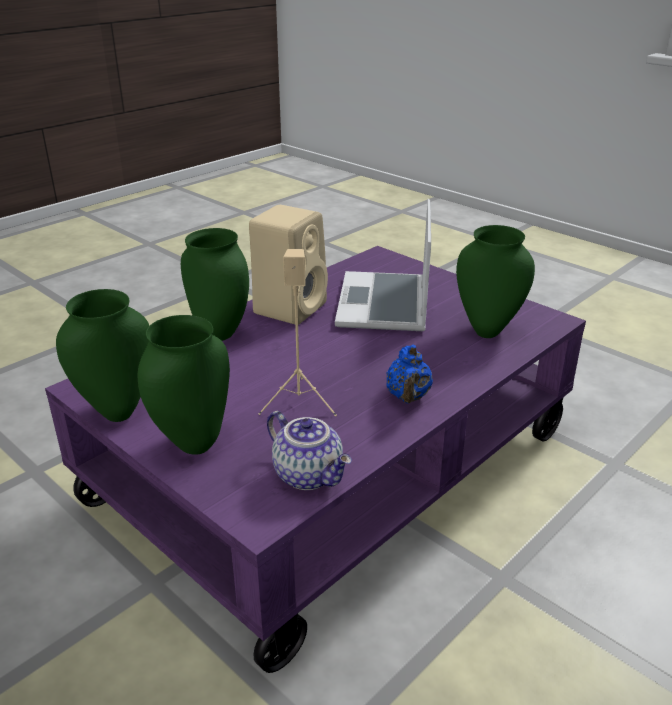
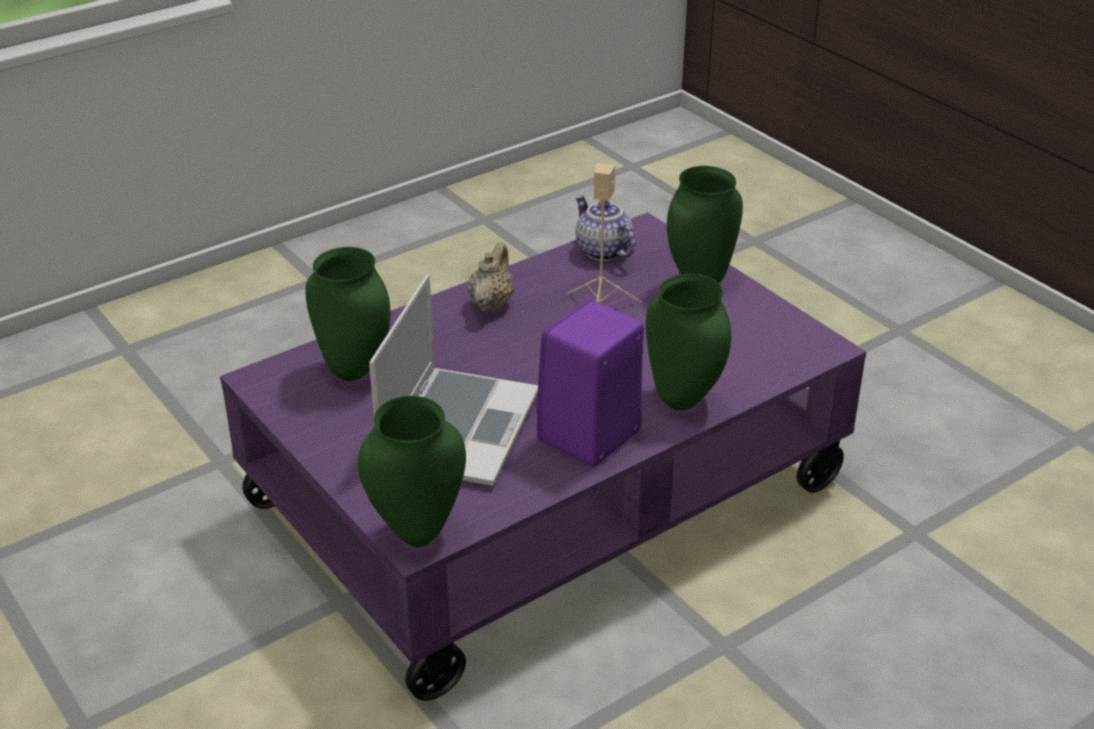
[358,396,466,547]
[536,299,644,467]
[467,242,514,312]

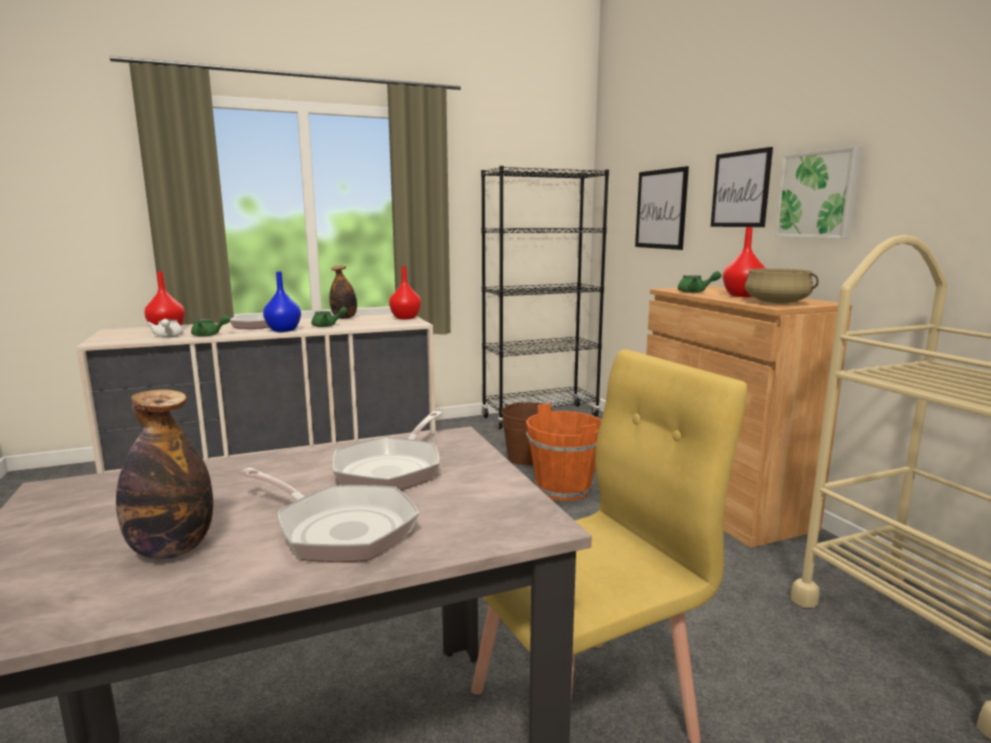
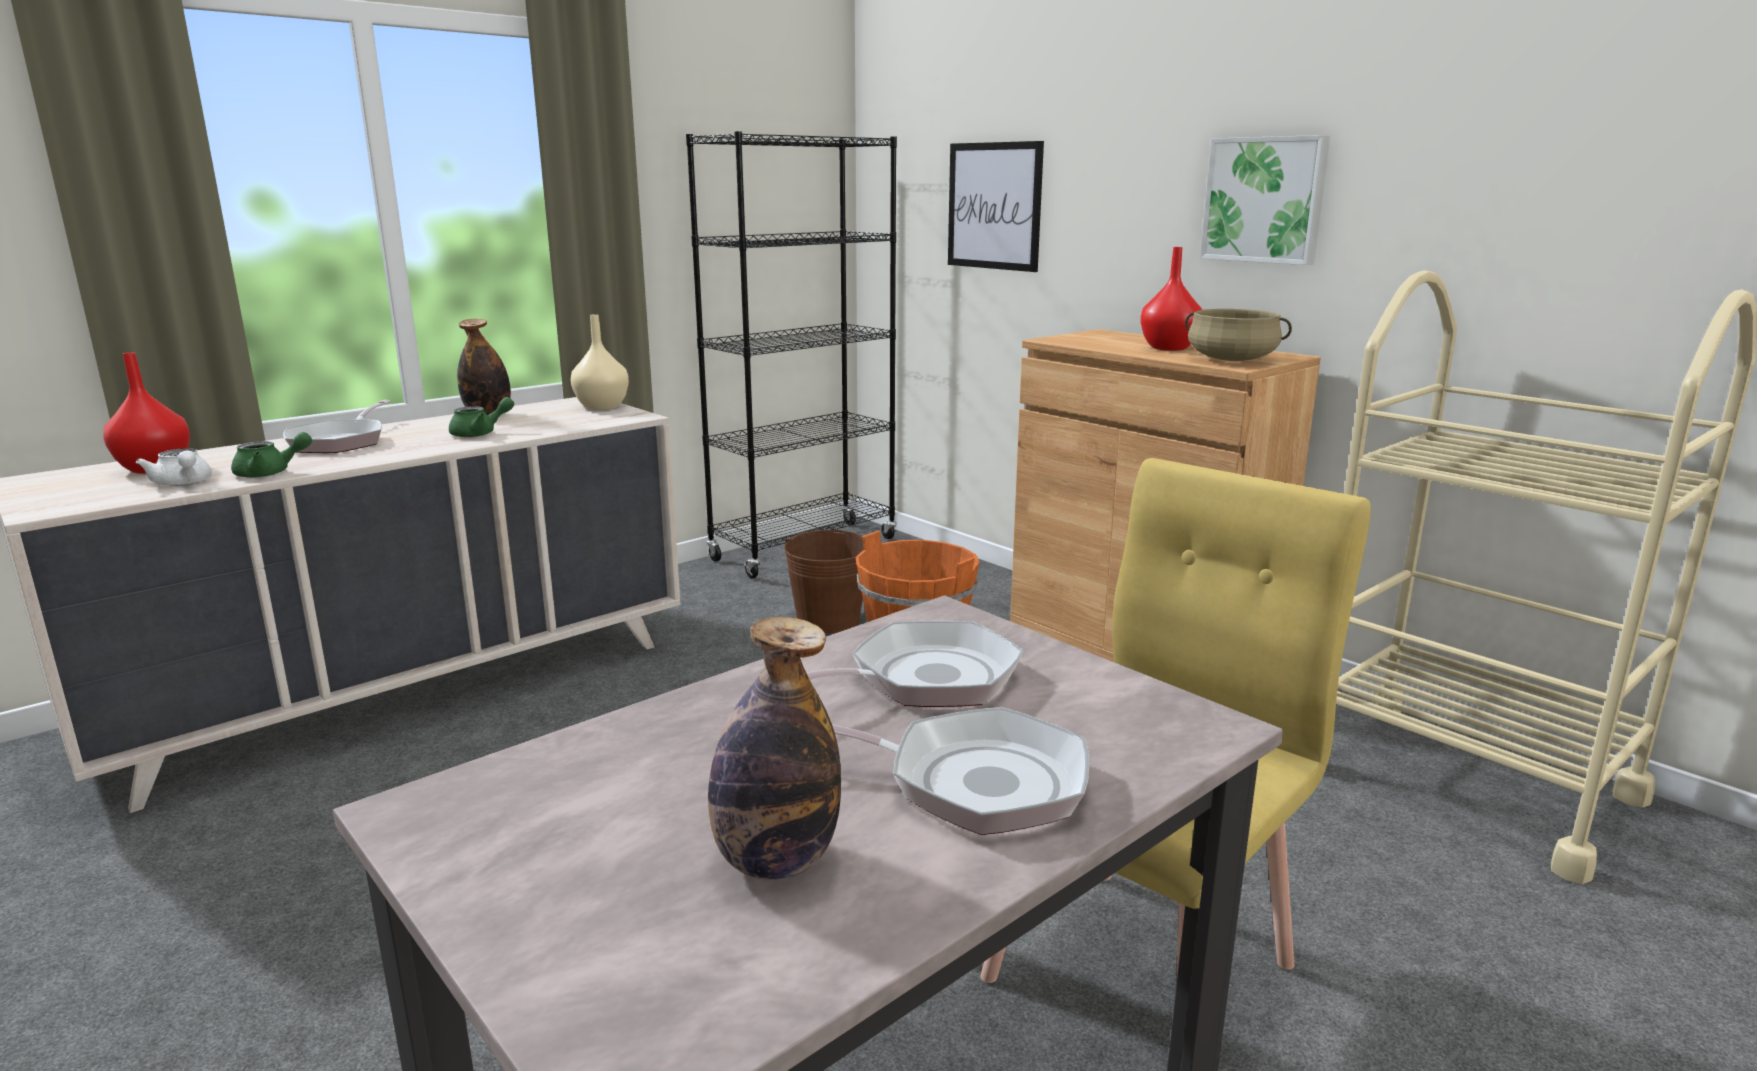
[263,272,301,332] (first image)
[678,271,721,293] (first image)
[711,147,773,227] (first image)
[571,314,629,410]
[807,621,1024,707]

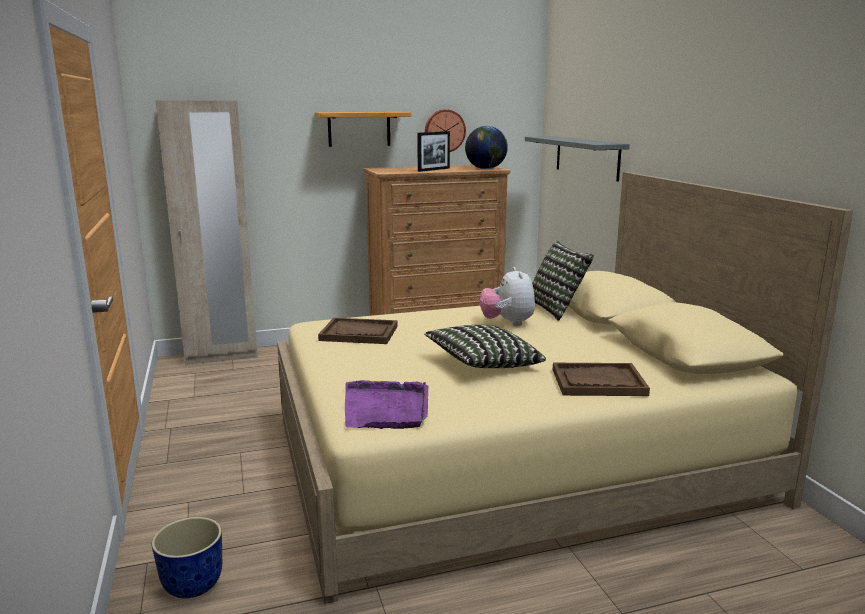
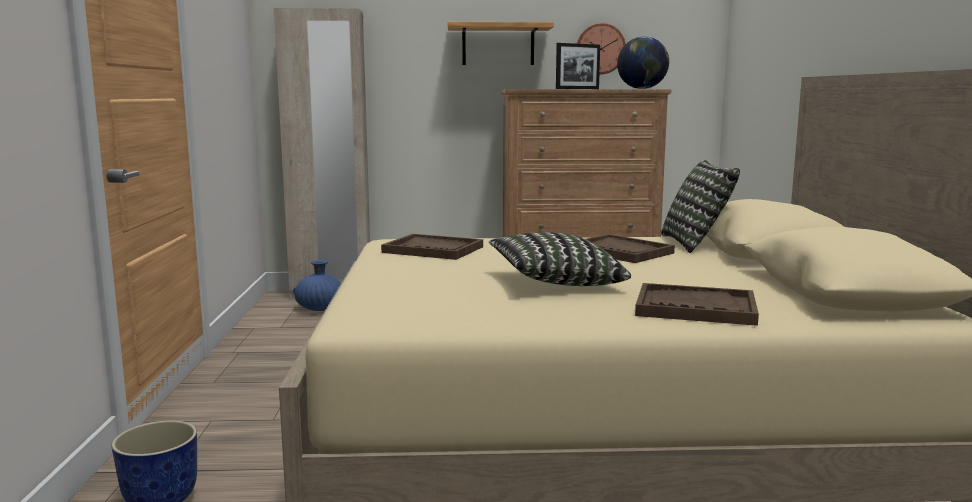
[345,380,428,429] (first image)
[525,136,630,181] (first image)
[293,260,341,311]
[586,234,675,263]

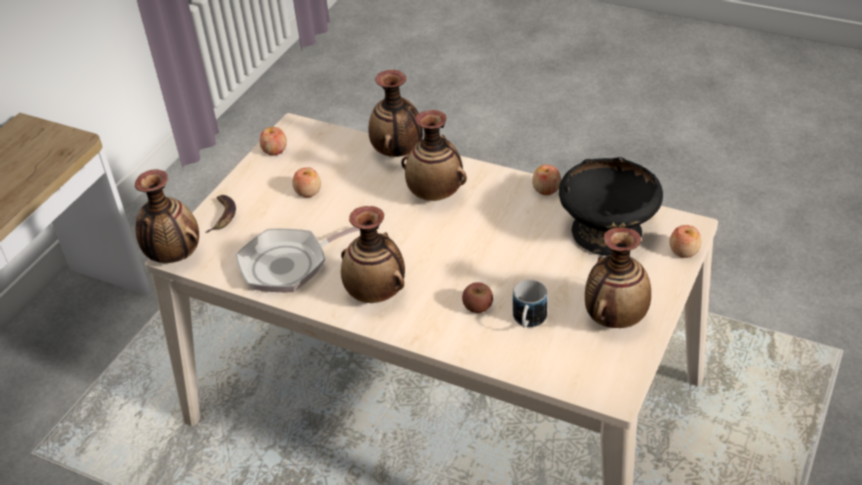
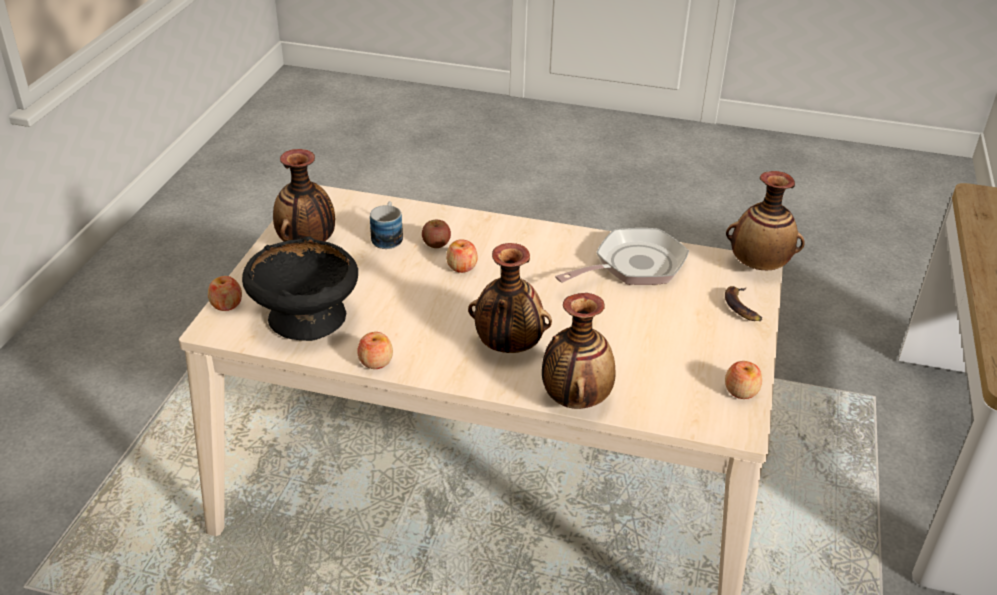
[341,206,405,303] (first image)
[446,239,478,273]

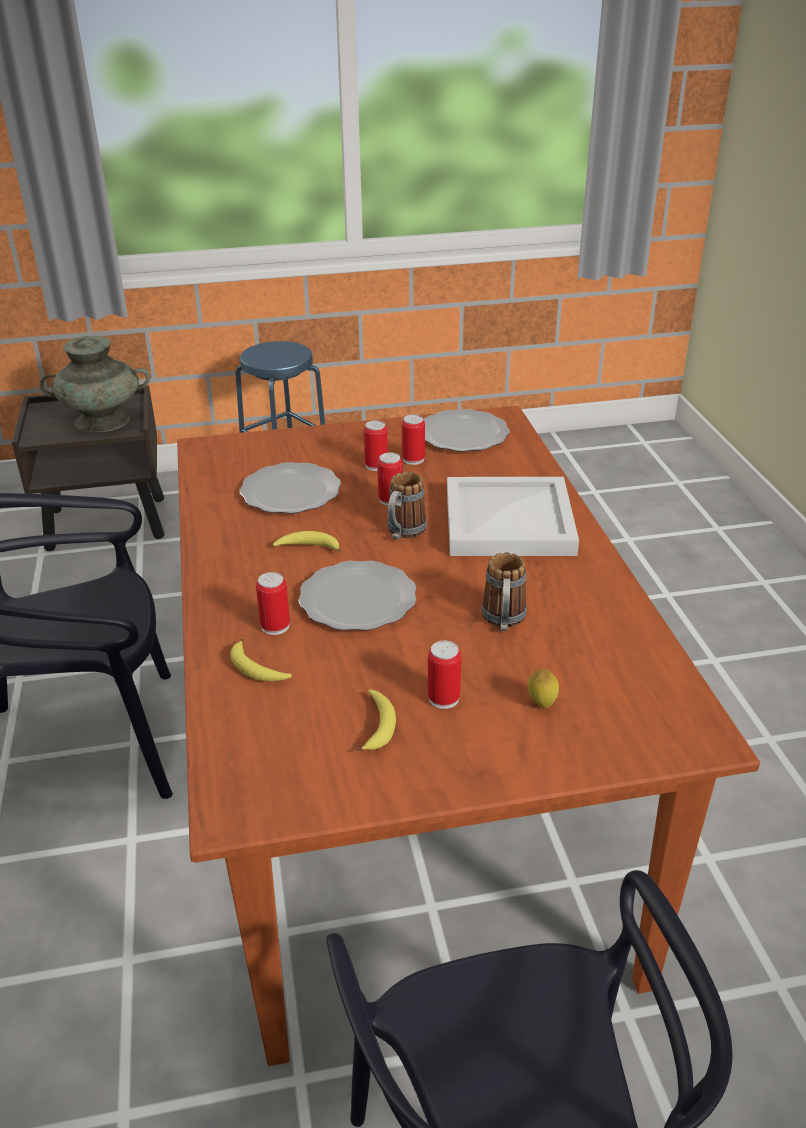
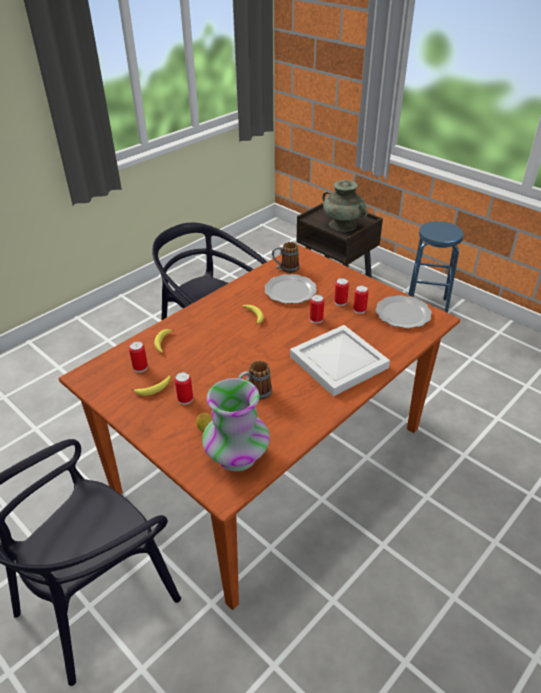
[298,561,416,631] (first image)
[202,378,270,471]
[129,341,148,373]
[272,242,299,273]

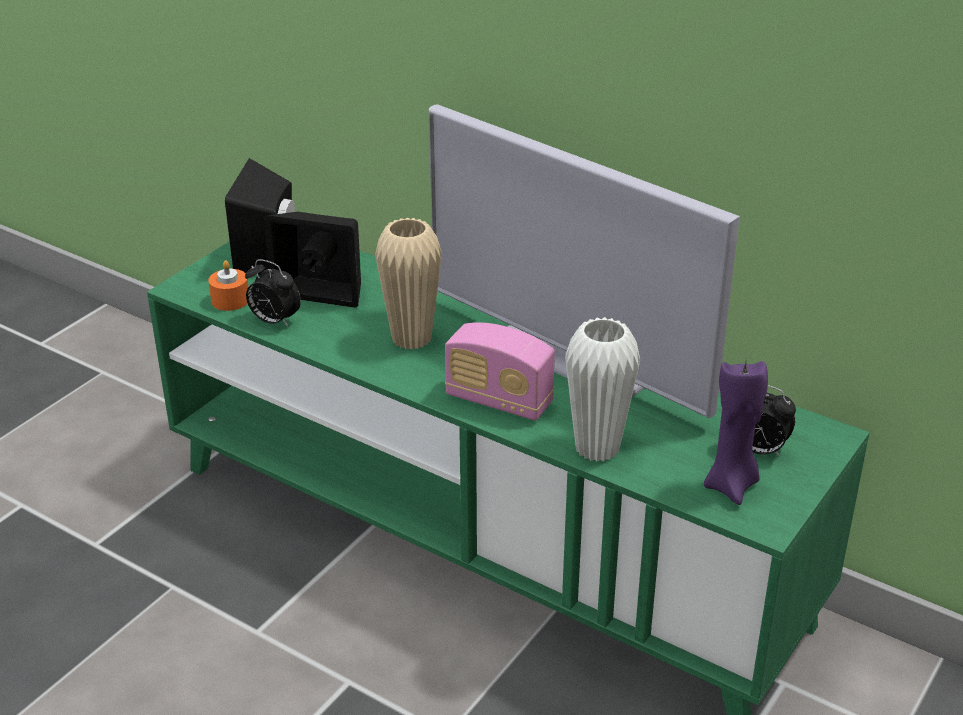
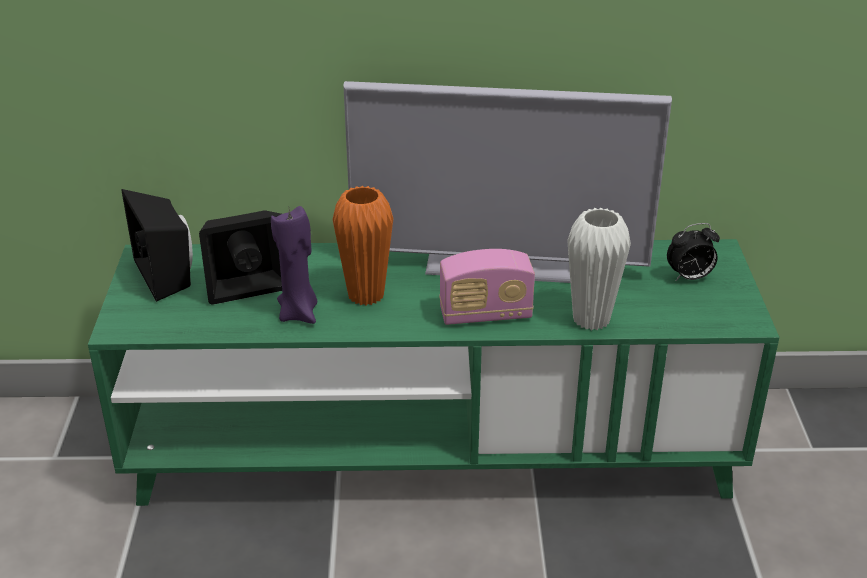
[208,260,249,311] (first image)
[245,259,301,327] (first image)
[271,206,317,324]
[332,186,394,305]

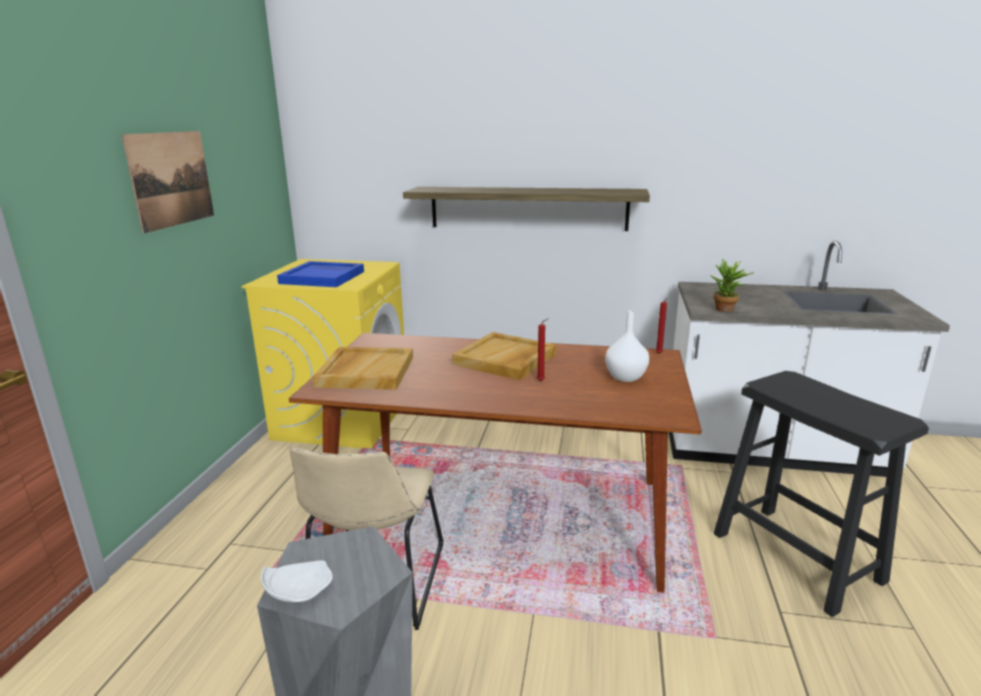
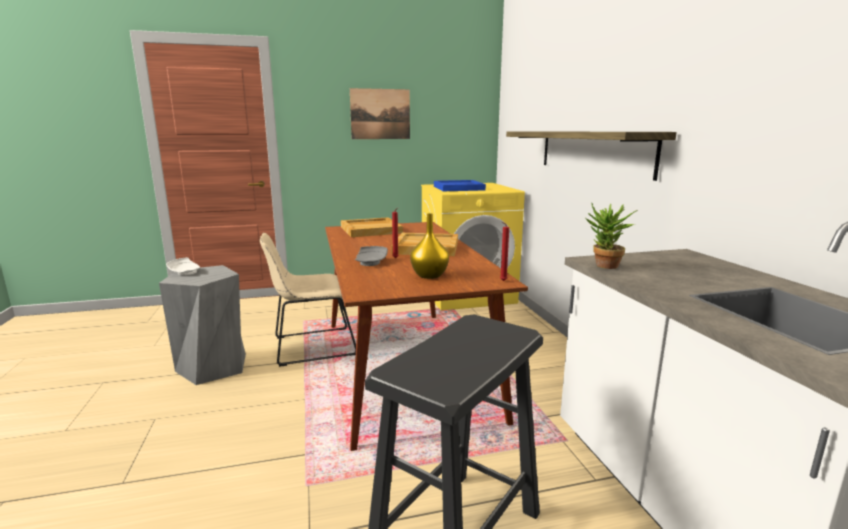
[355,246,388,266]
[410,213,449,279]

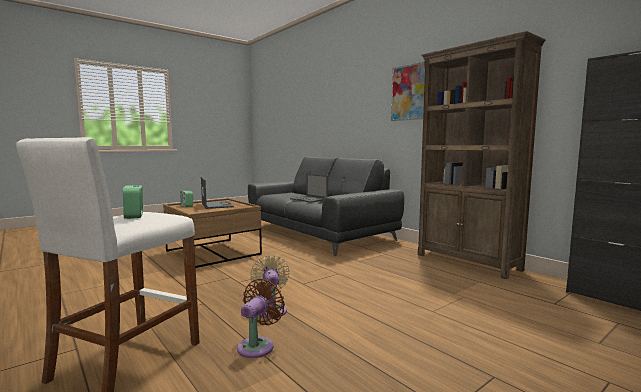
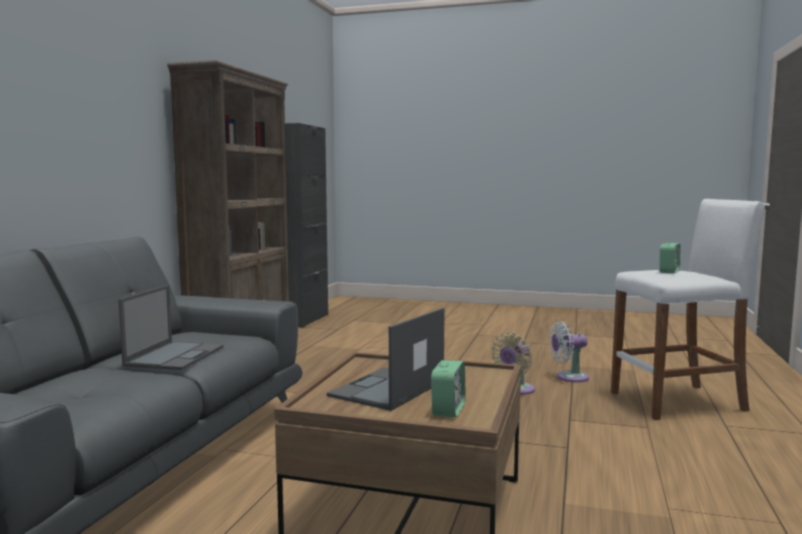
[391,61,425,121] (first image)
[549,321,589,382]

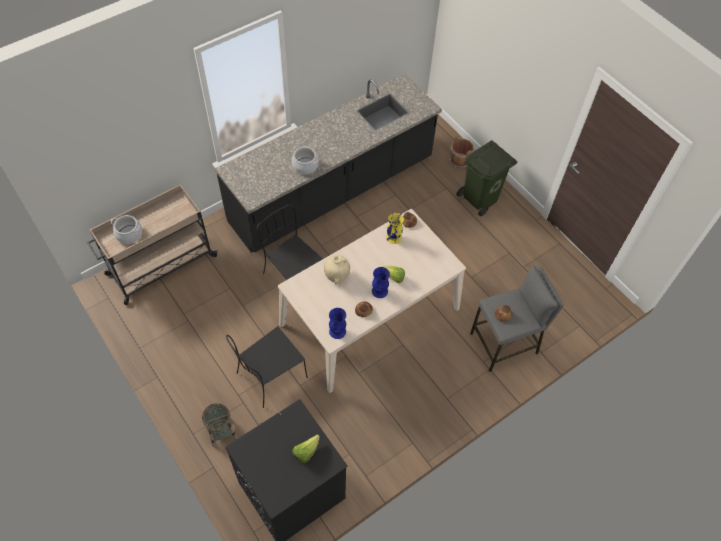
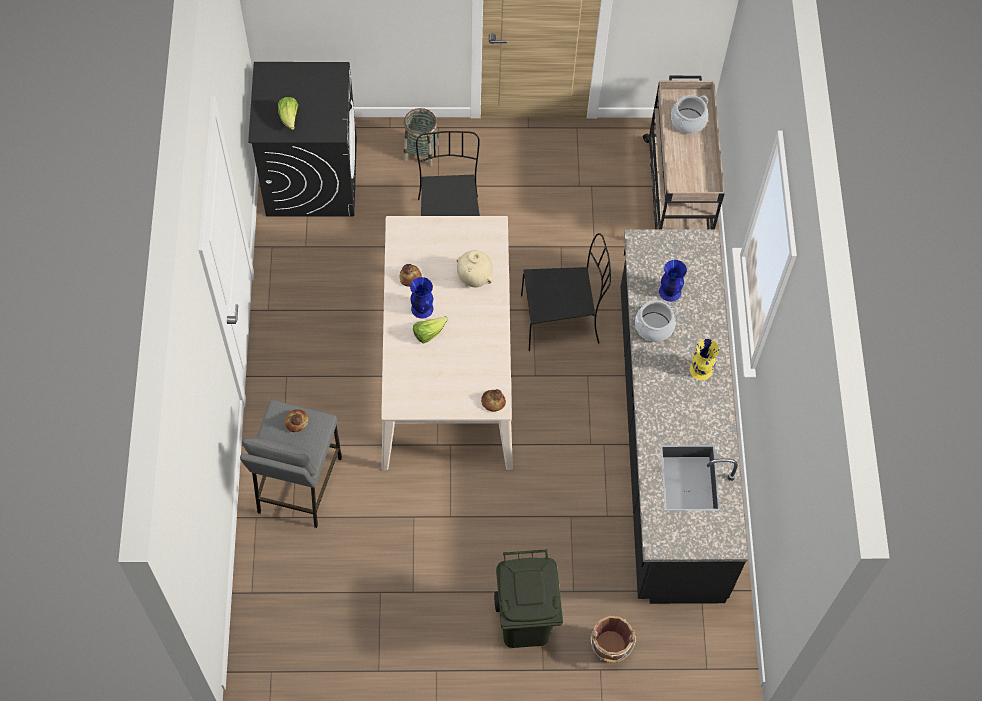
[659,260,687,302]
[690,339,719,380]

